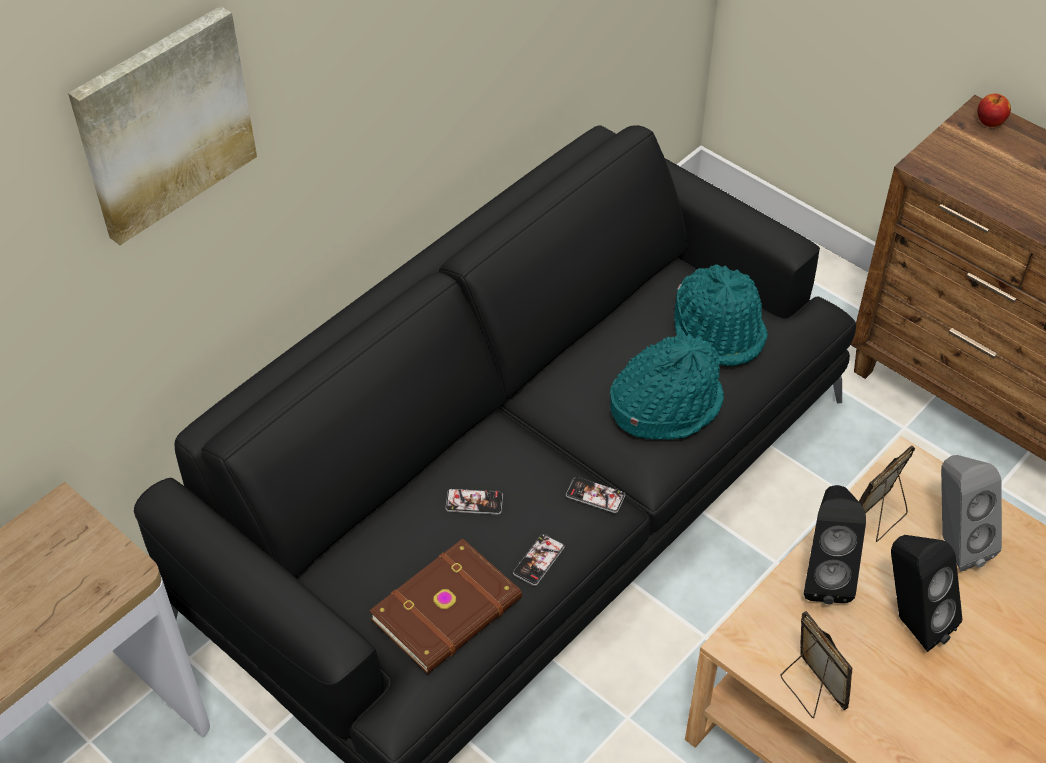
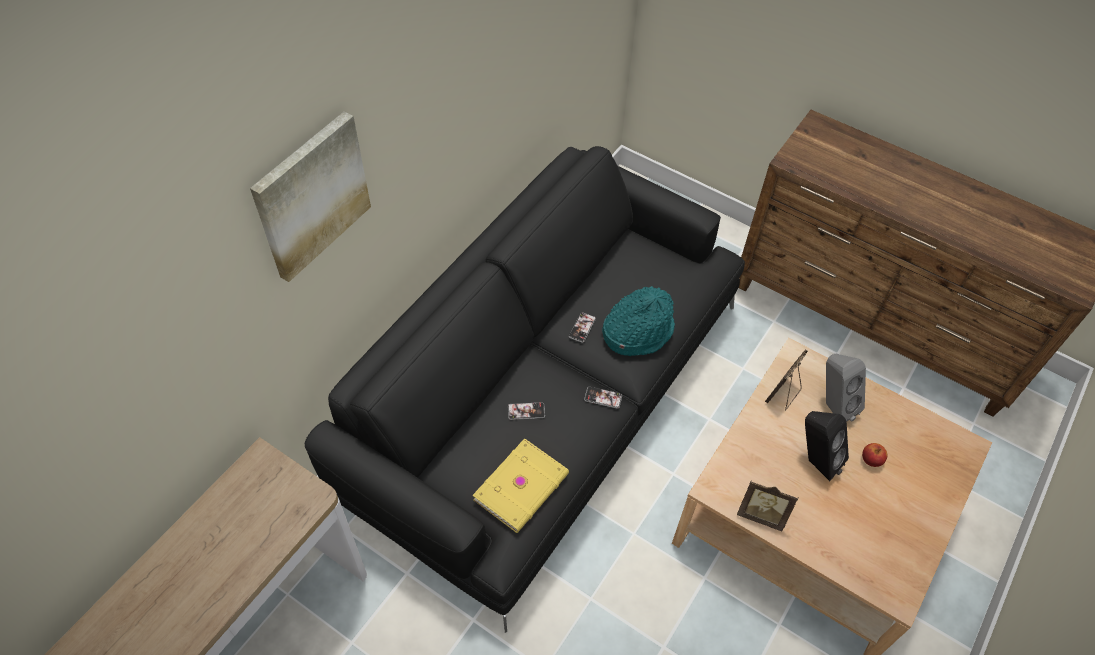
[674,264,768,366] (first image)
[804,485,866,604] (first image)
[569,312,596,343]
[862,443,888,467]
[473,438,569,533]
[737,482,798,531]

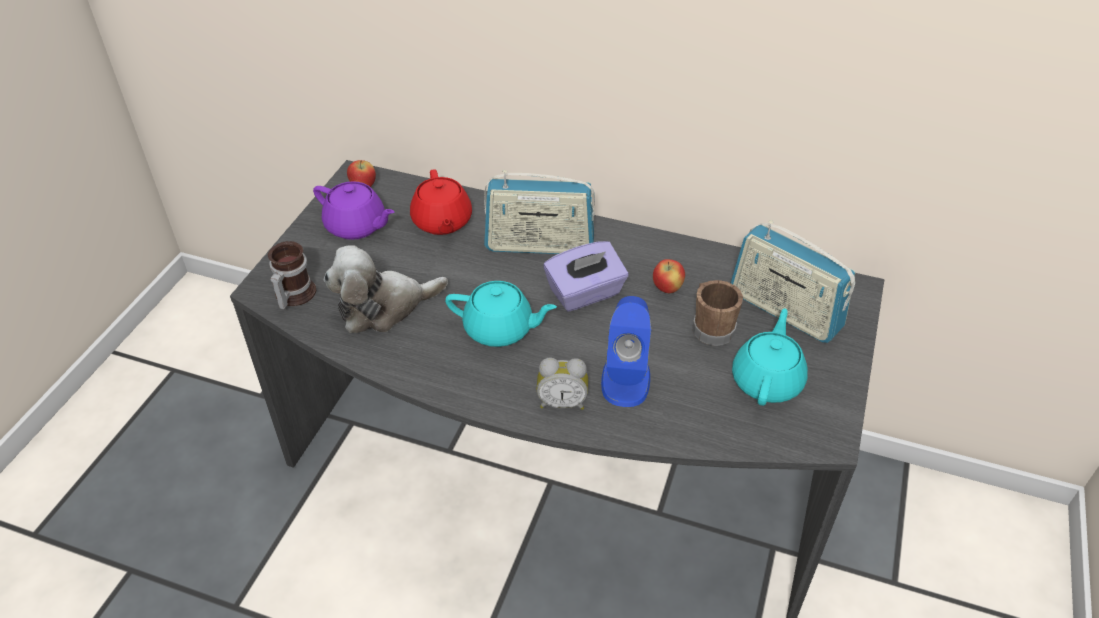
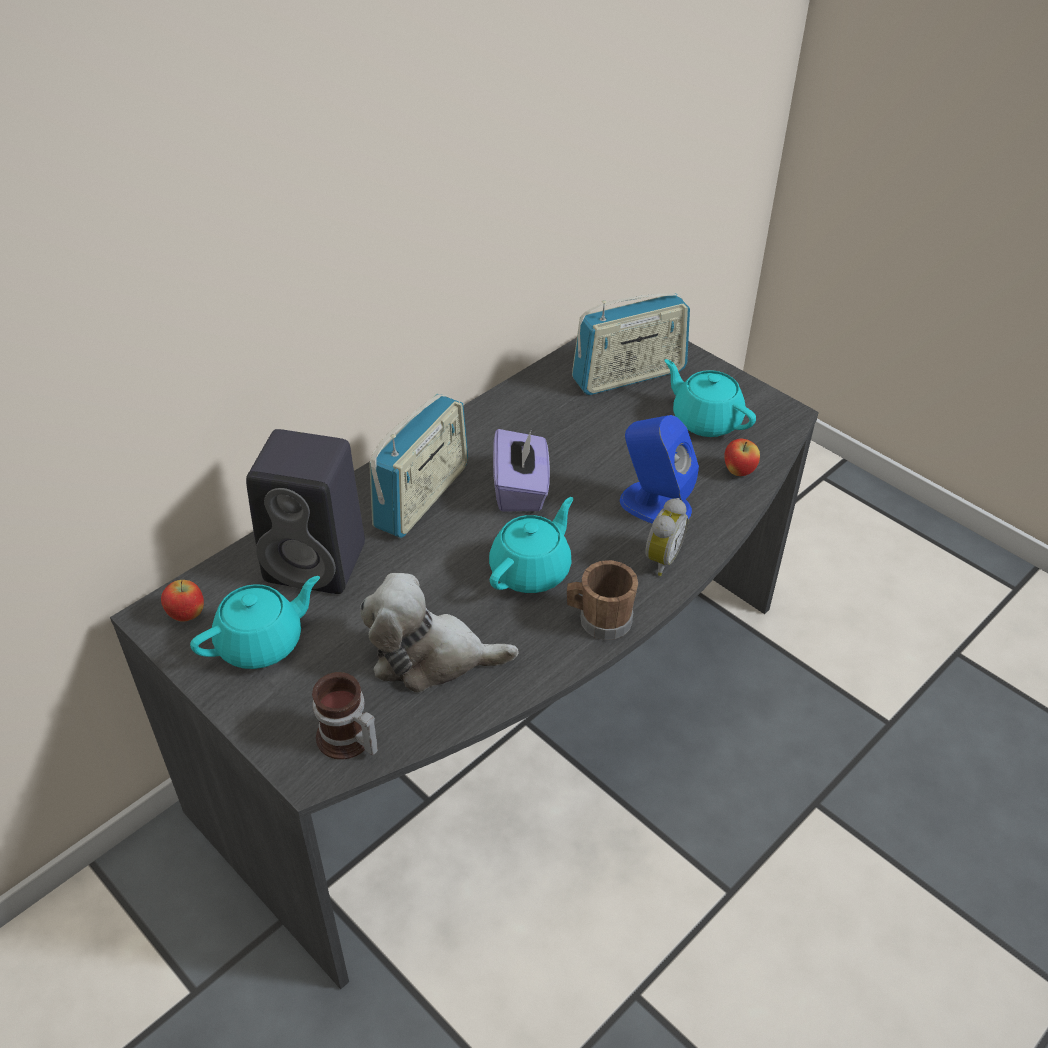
[724,439,760,476]
[567,560,638,640]
[246,429,365,594]
[190,576,320,669]
[360,573,519,693]

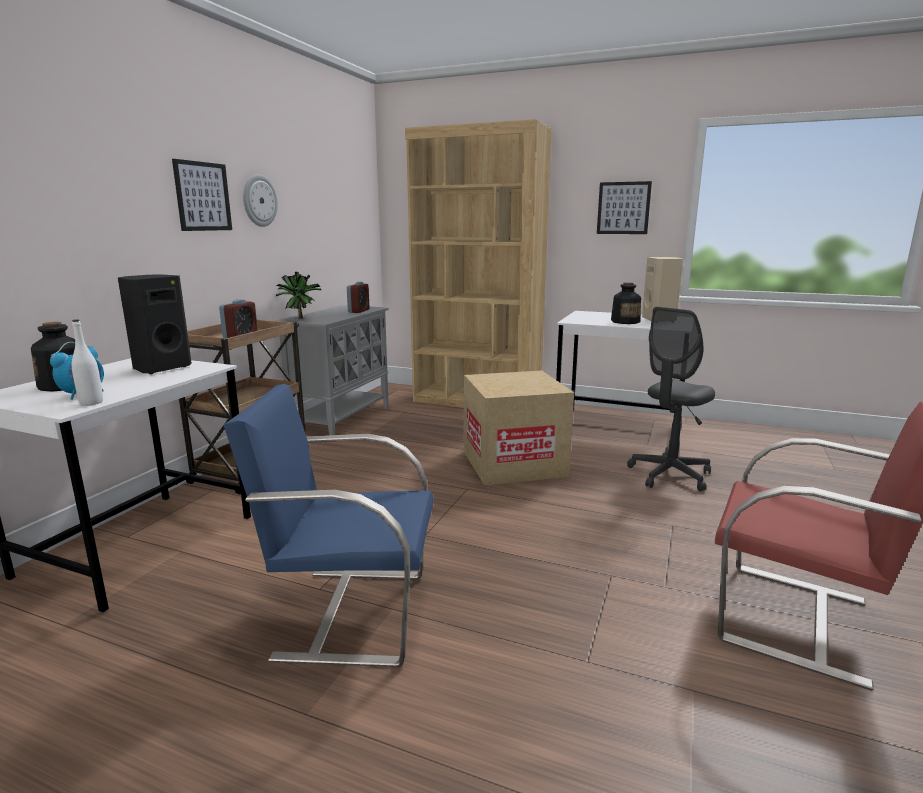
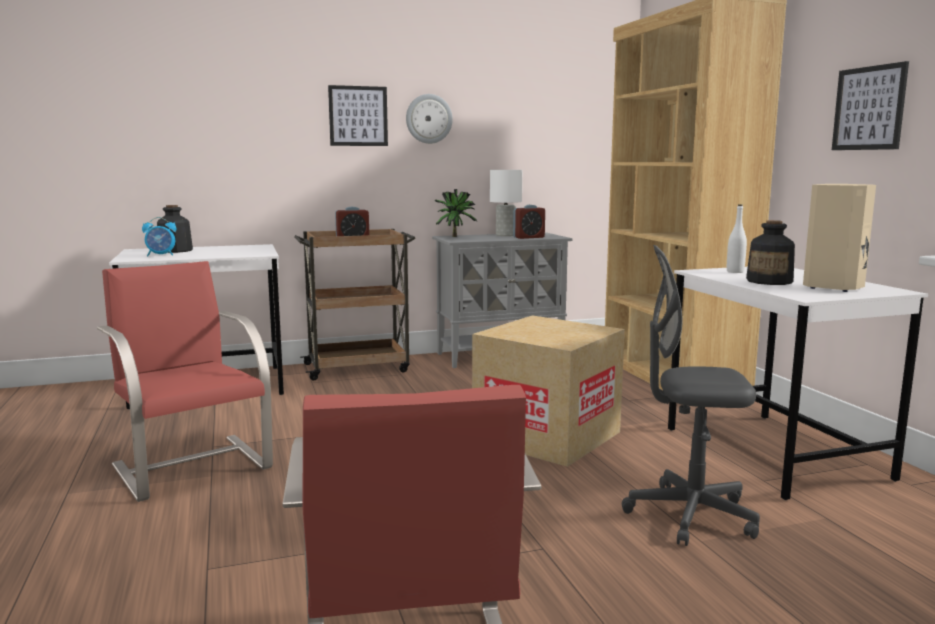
[118,274,192,374] (first image)
[490,170,522,236]
[727,204,747,273]
[97,261,273,502]

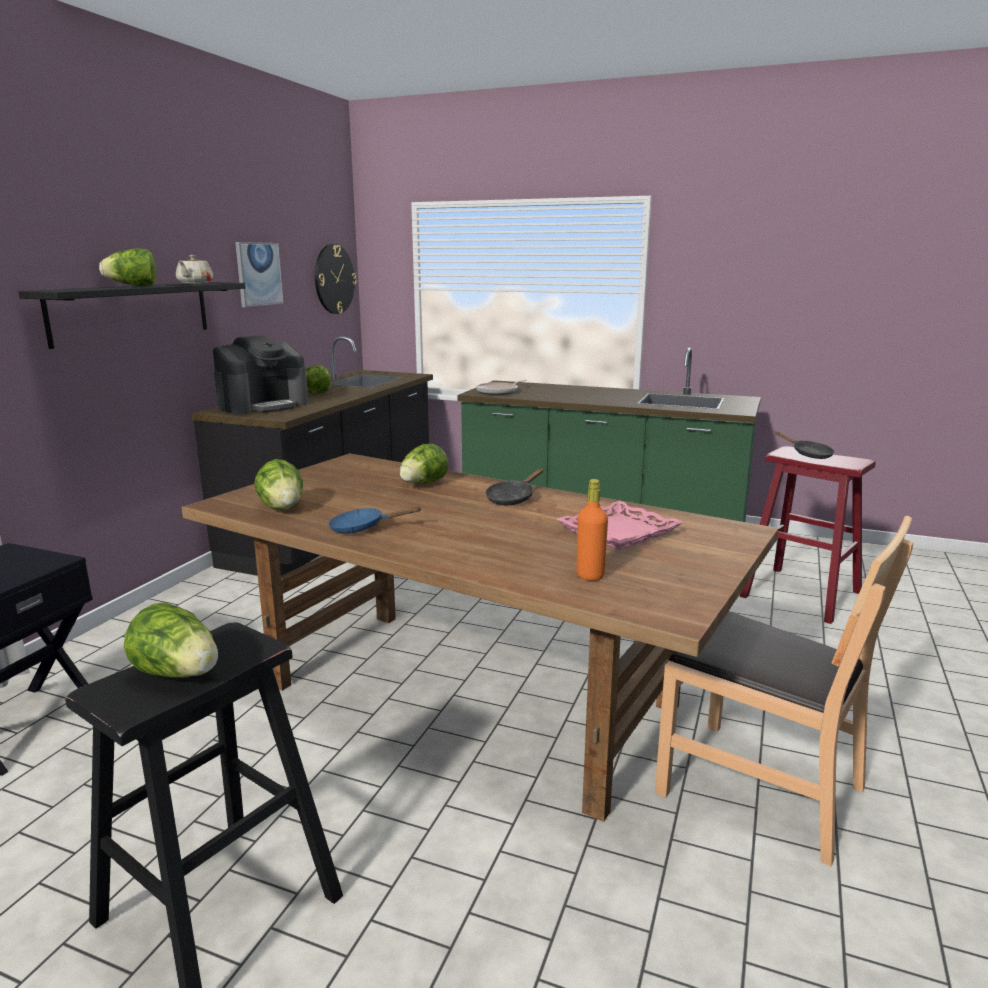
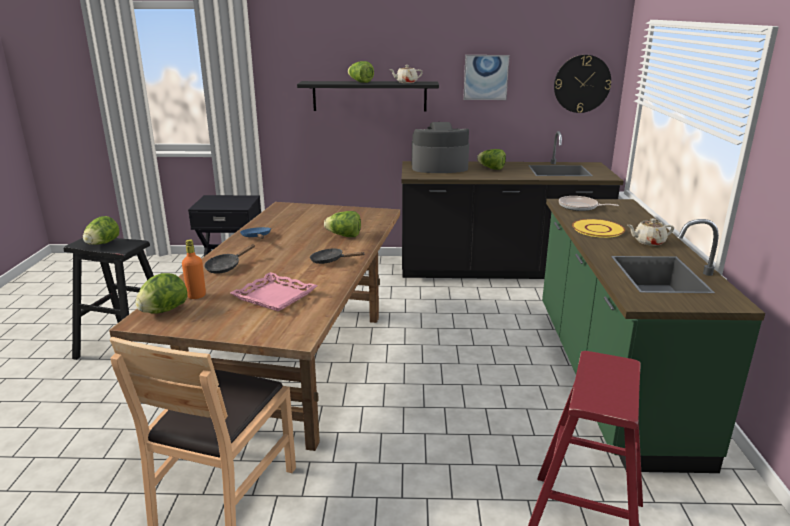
[572,219,625,238]
[627,219,674,246]
[135,273,188,314]
[204,244,255,274]
[412,122,469,173]

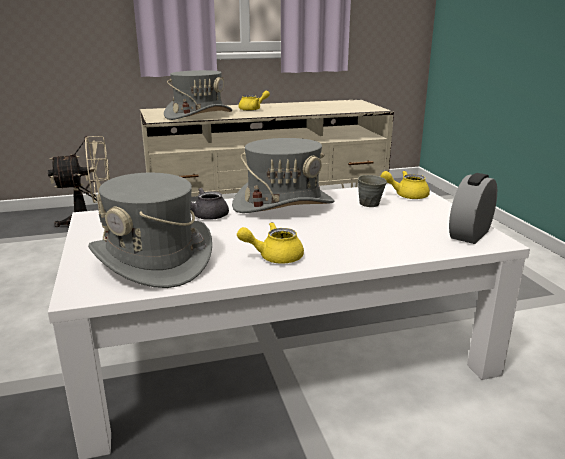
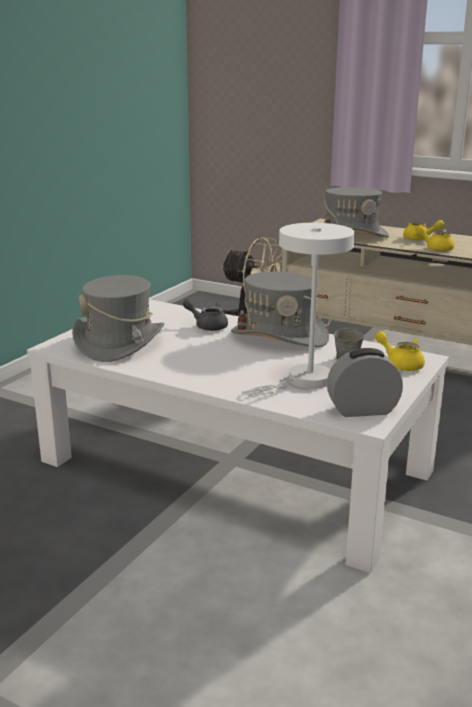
[242,223,355,395]
[416,225,454,251]

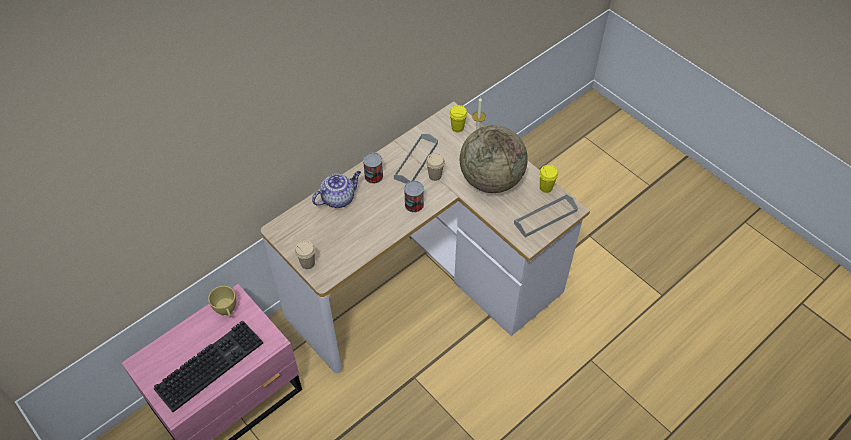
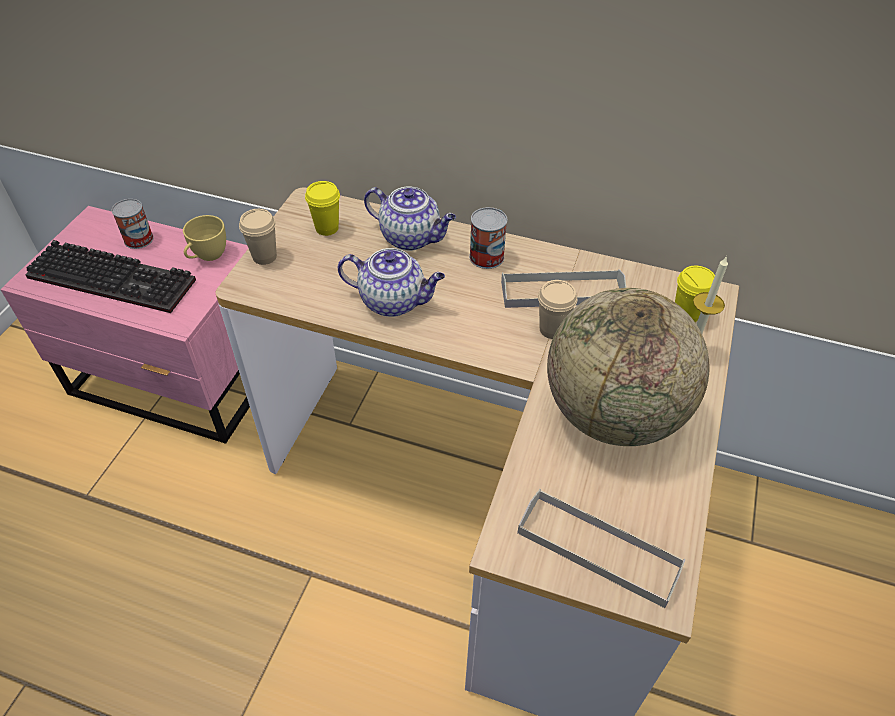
[338,248,445,317]
[111,199,154,249]
[305,181,340,236]

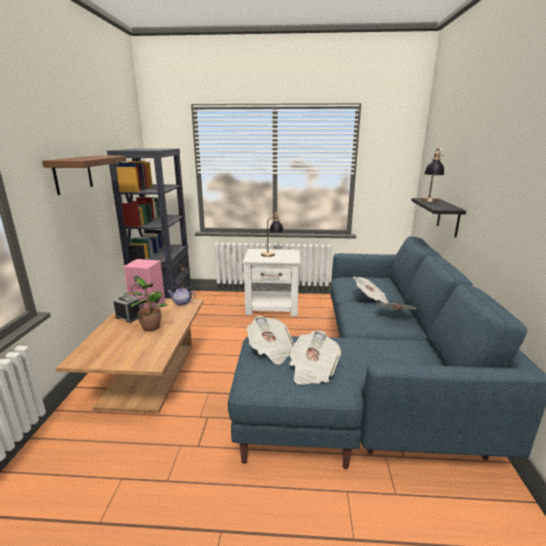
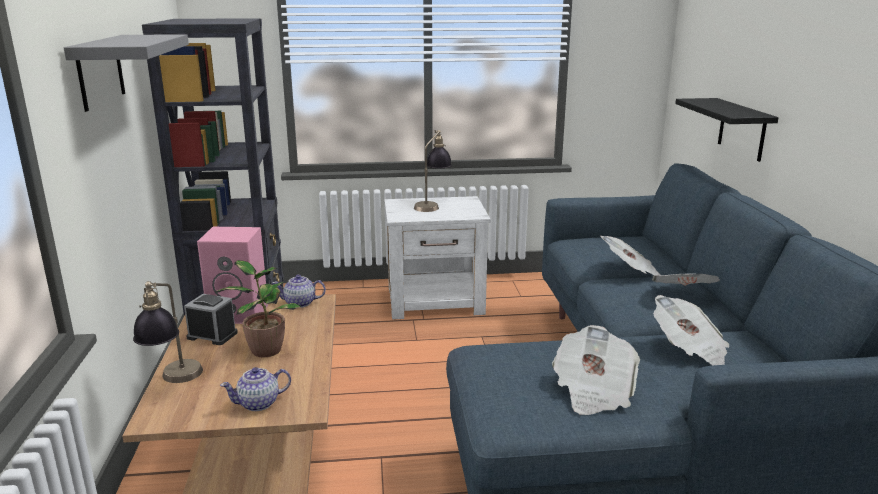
[220,367,291,411]
[653,295,729,365]
[133,281,203,383]
[64,34,189,112]

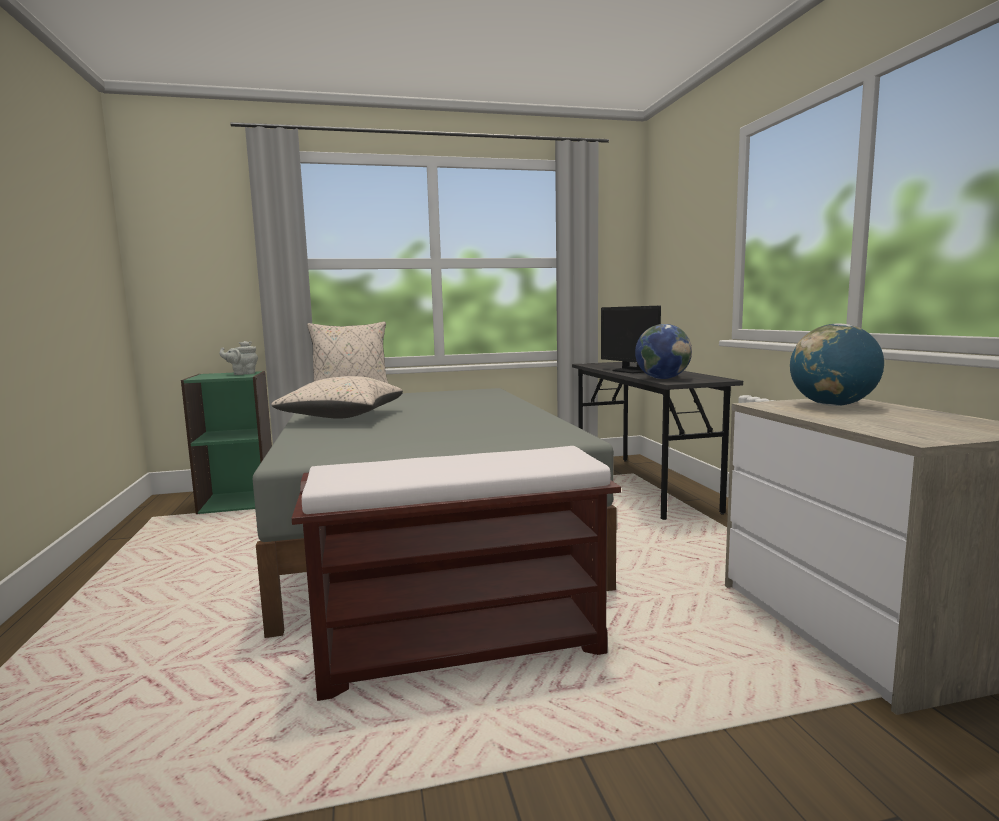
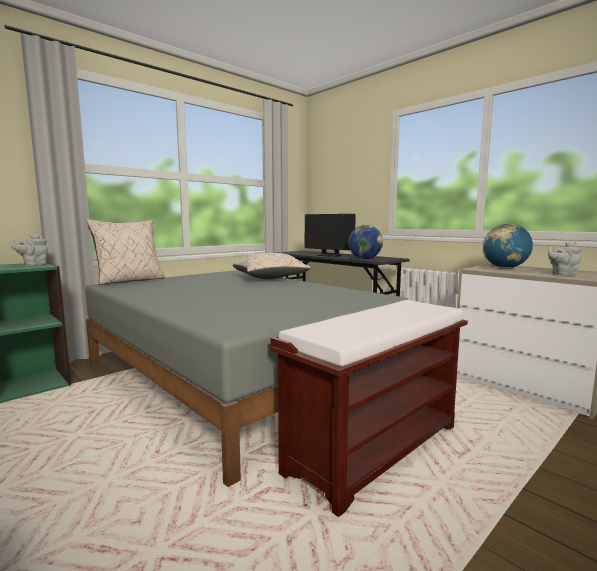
[548,241,582,276]
[233,253,311,279]

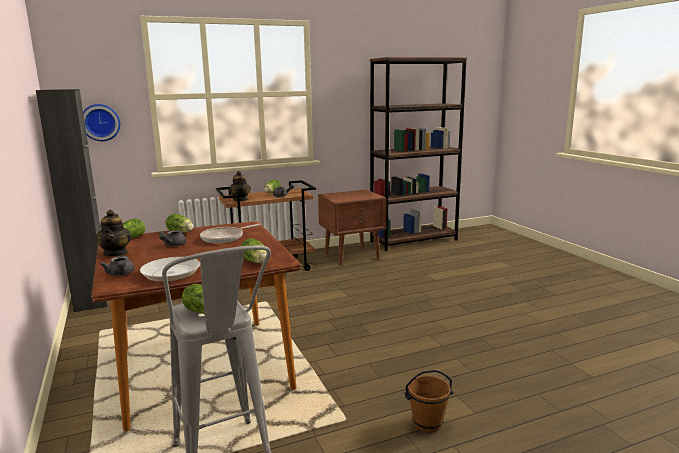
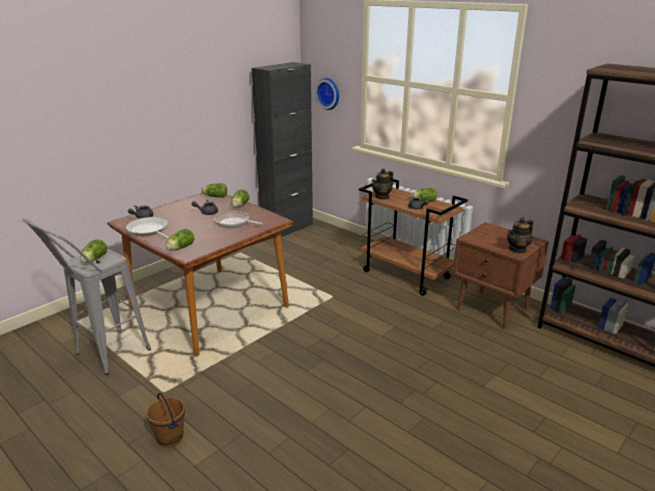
[507,217,533,253]

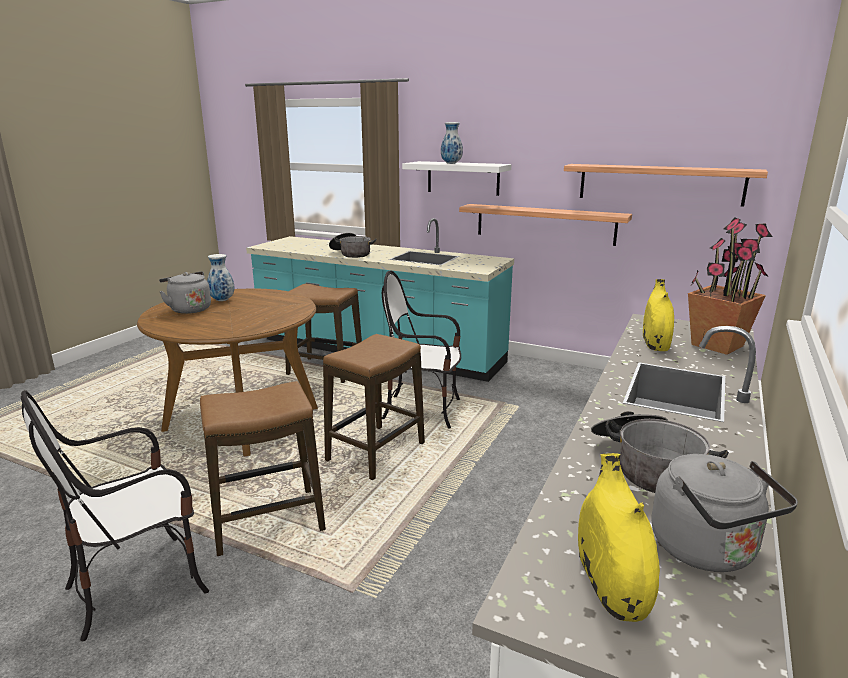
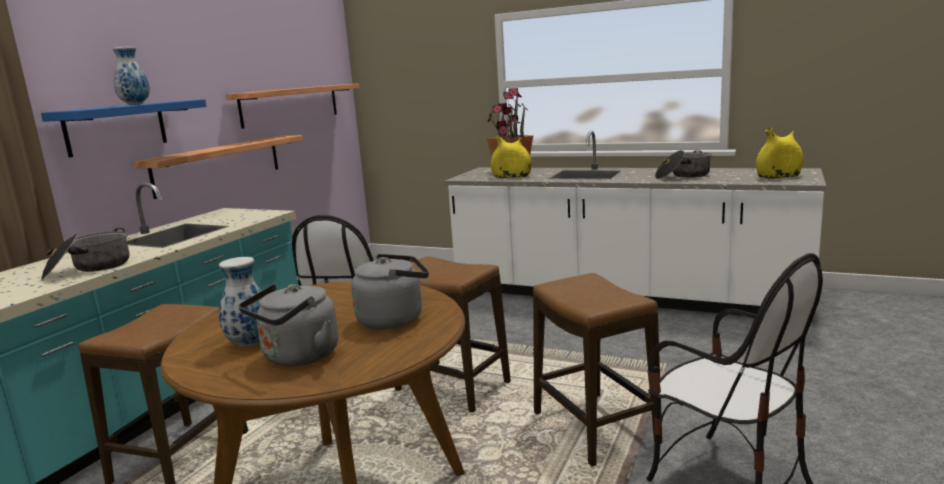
[351,254,429,330]
[41,99,207,157]

